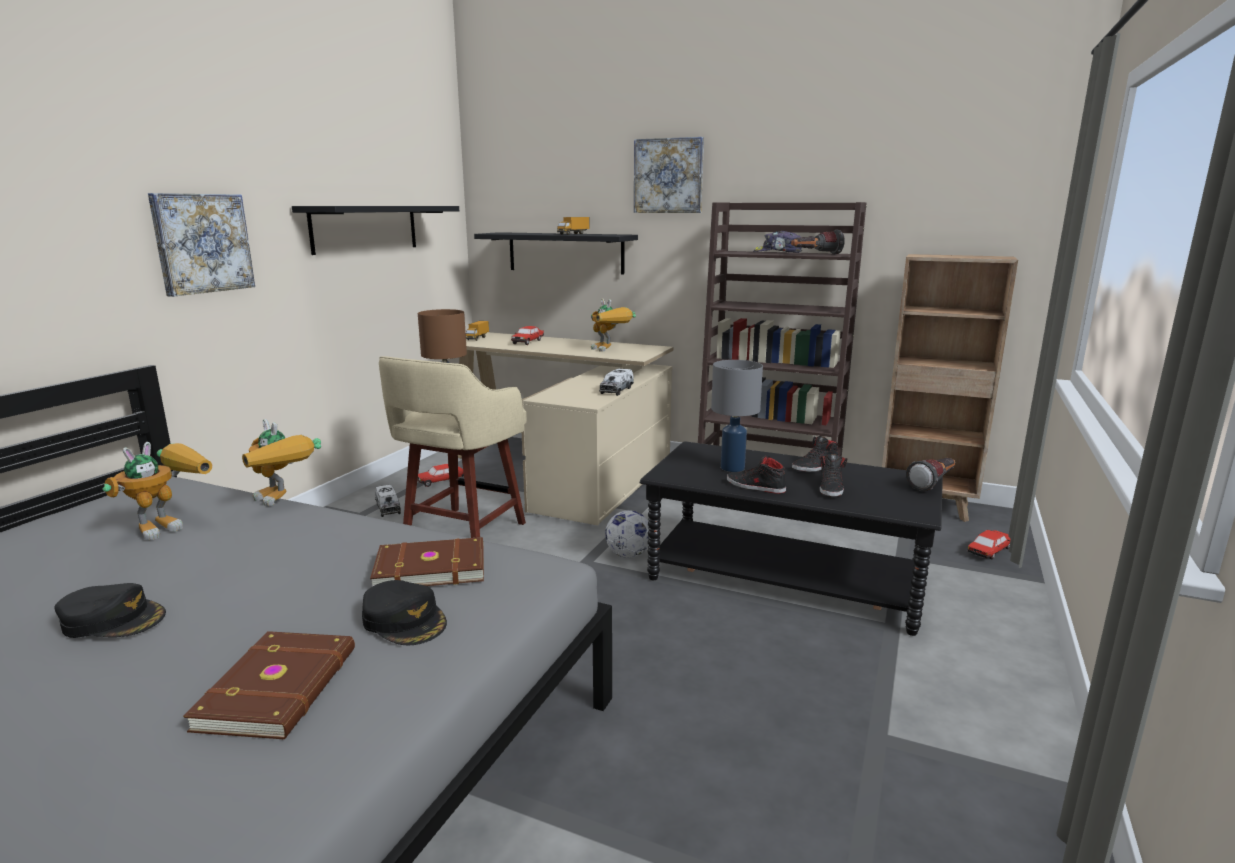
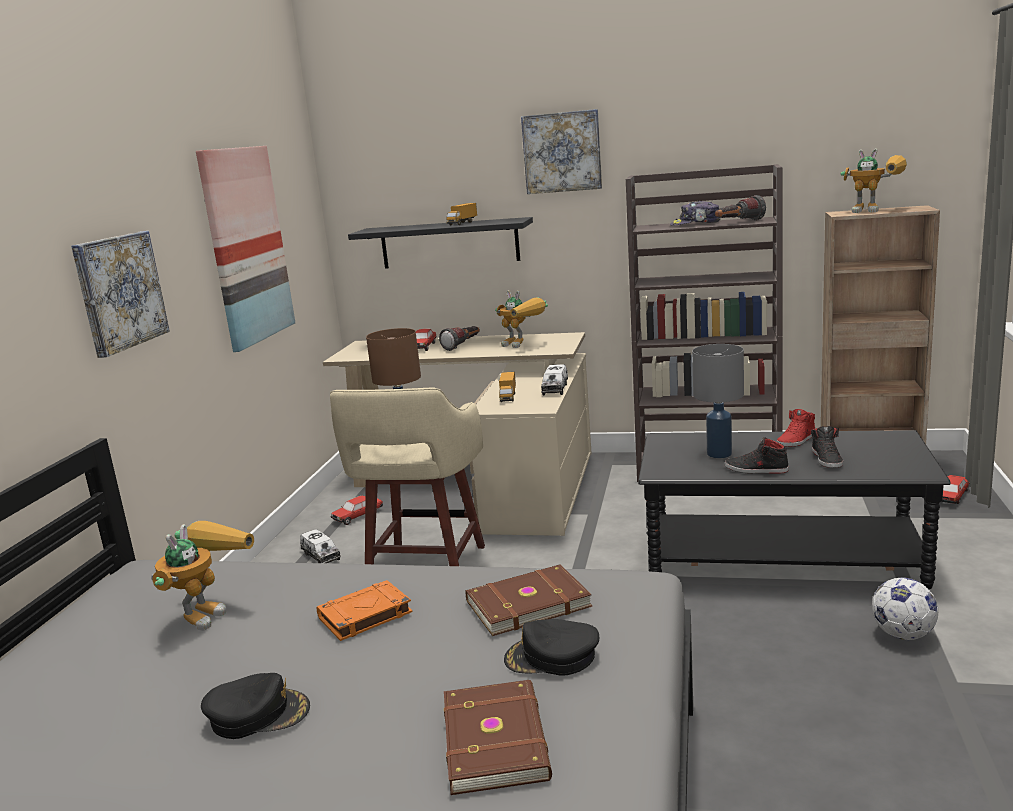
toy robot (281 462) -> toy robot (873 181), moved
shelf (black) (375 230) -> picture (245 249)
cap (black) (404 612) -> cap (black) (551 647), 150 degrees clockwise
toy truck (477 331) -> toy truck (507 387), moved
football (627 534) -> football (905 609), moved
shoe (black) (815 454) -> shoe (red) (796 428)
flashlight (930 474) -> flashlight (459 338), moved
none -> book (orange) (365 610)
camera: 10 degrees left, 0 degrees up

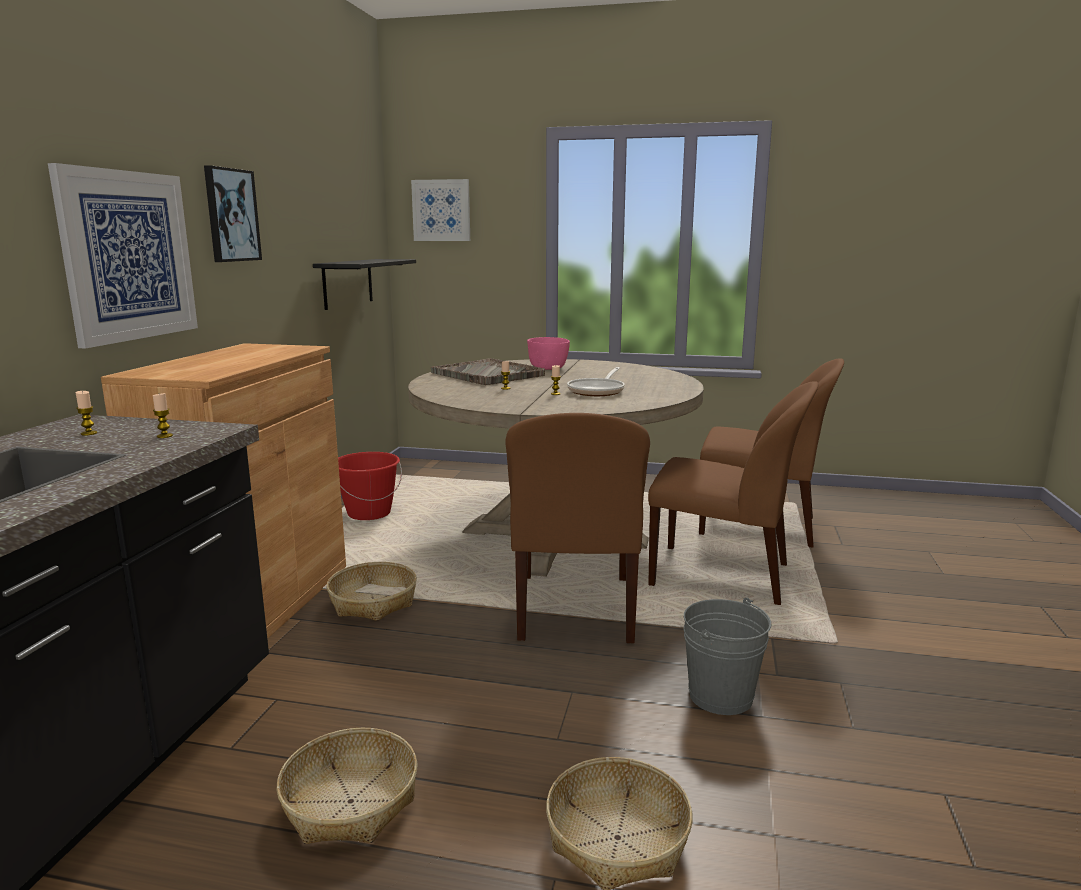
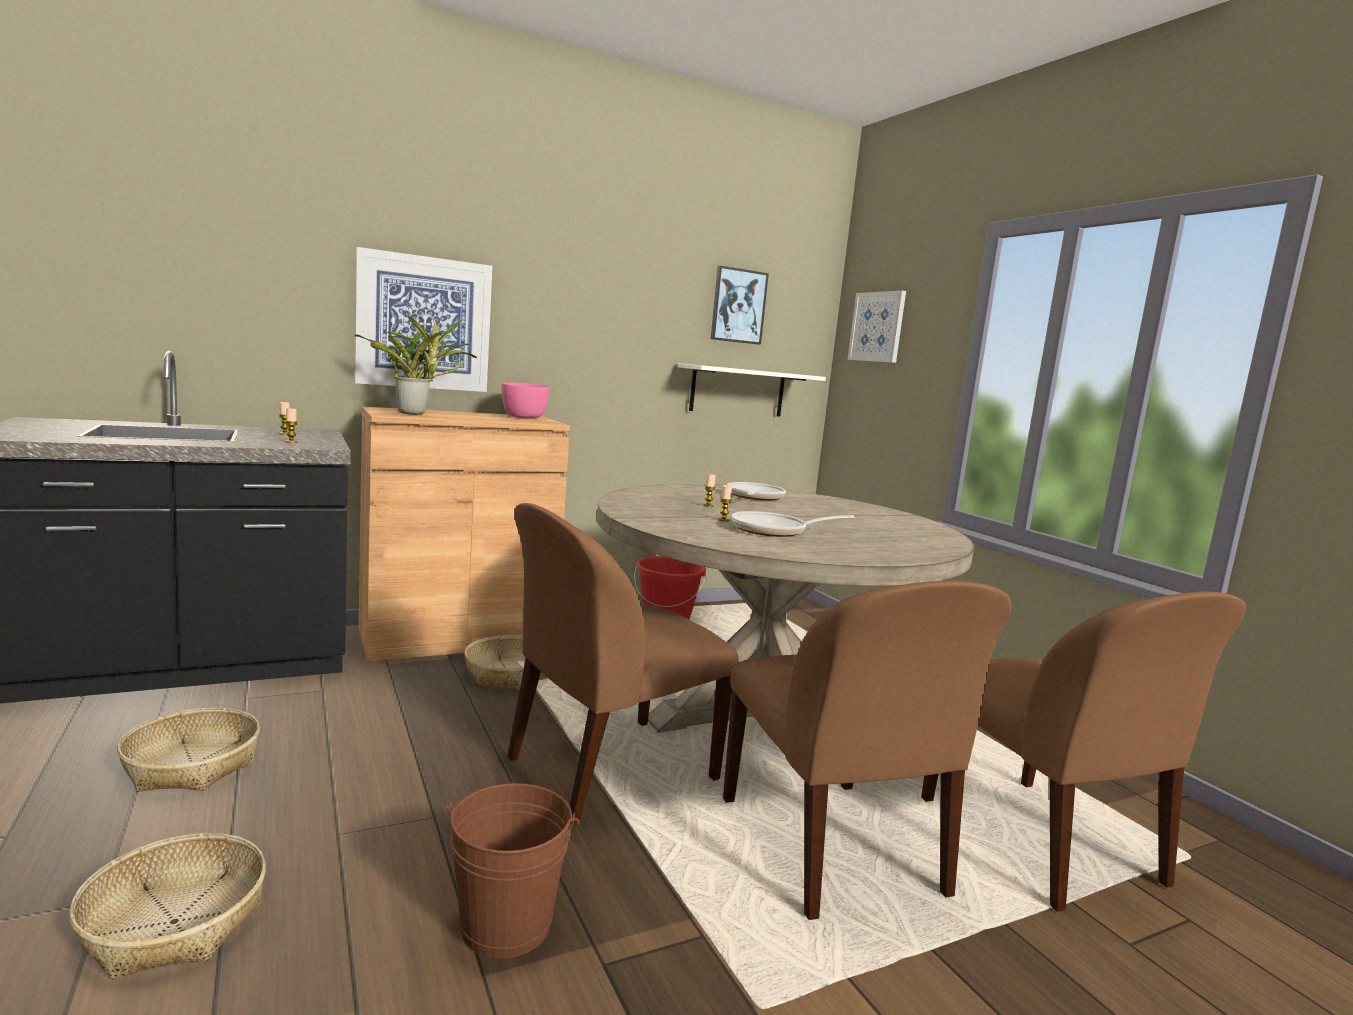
picture (233 213) -> picture (740 305), moved
shelf (black) (364 284) -> shelf (white) (752 390)
tray (grey) (488 371) -> frying pan (756 491)
bowl (pink) (548 353) -> bowl (pink) (525 400), moved
bucket (grey) (727 656) -> bucket (brown) (511 871)
none -> potted plant (416 365)
camera: 50 degrees right, 5 degrees down

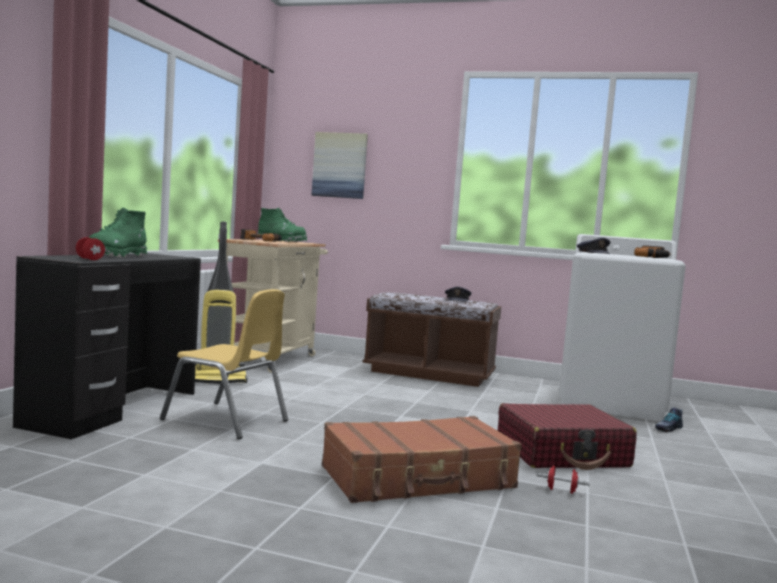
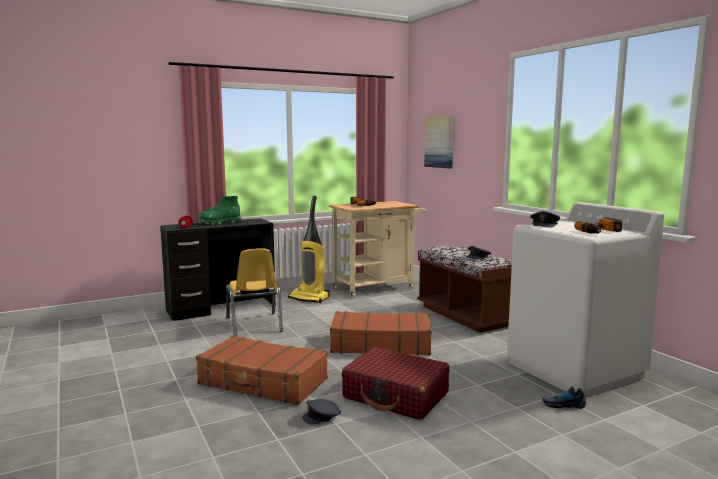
boot (green) (282 225) -> none
dumbbell (red) (563 480) -> cap (grey) (321 411)
none -> suitcase (brown) (381 333)
camera: 45 degrees right, 5 degrees up

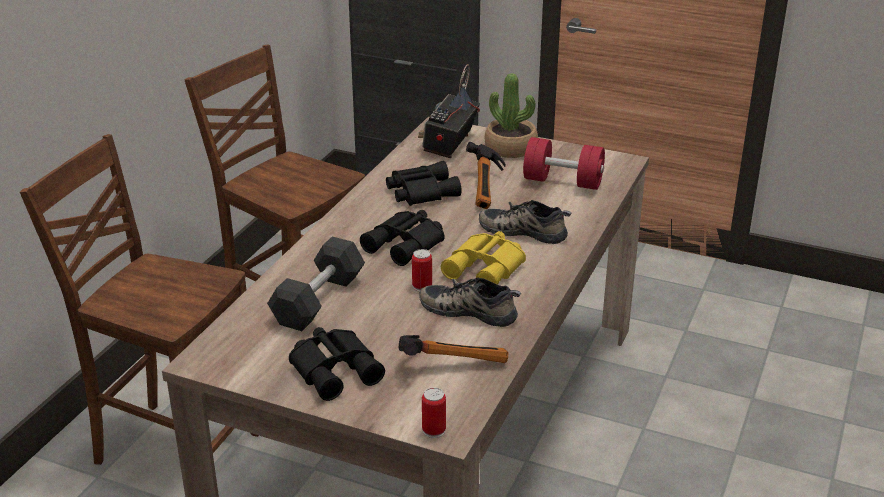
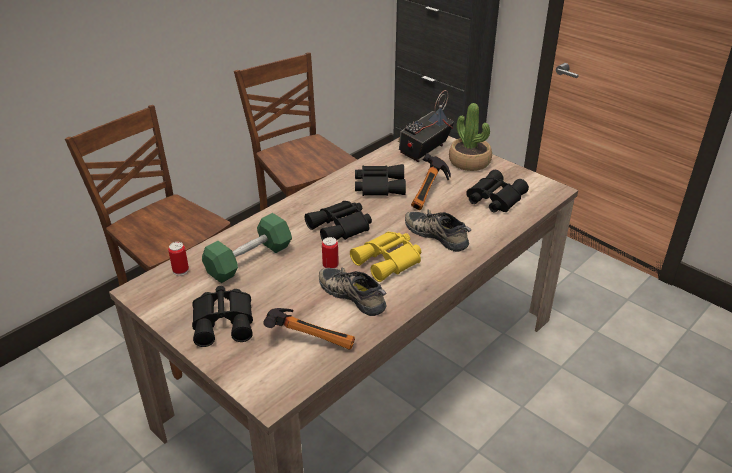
dumbbell (black) (316 284) -> dumbbell (green) (247 248)
can (434 413) -> can (178 259), moved
dumbbell (red) (564 163) -> binoculars (black) (497 191)
camera: 20 degrees right, 5 degrees up

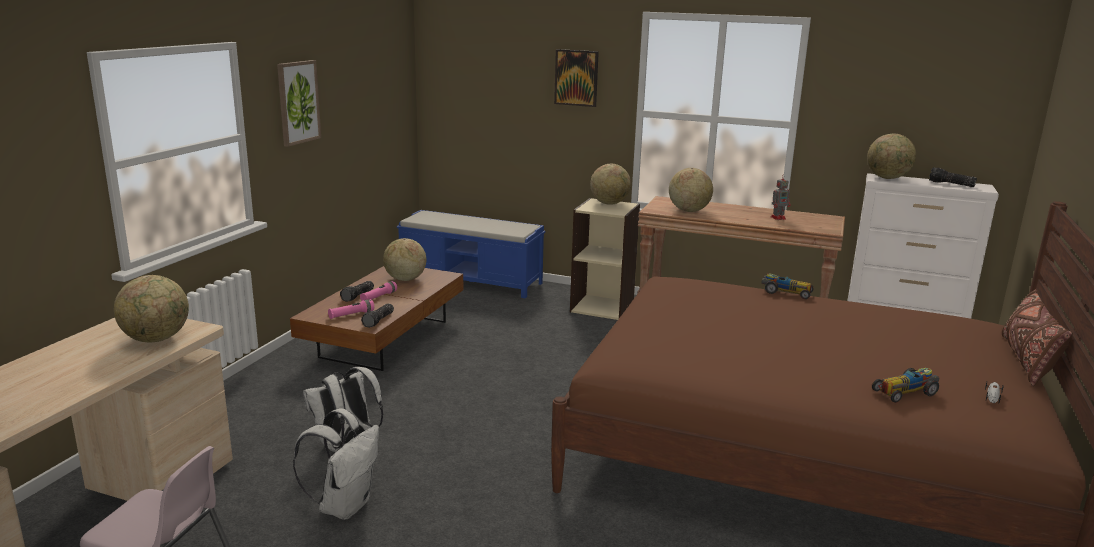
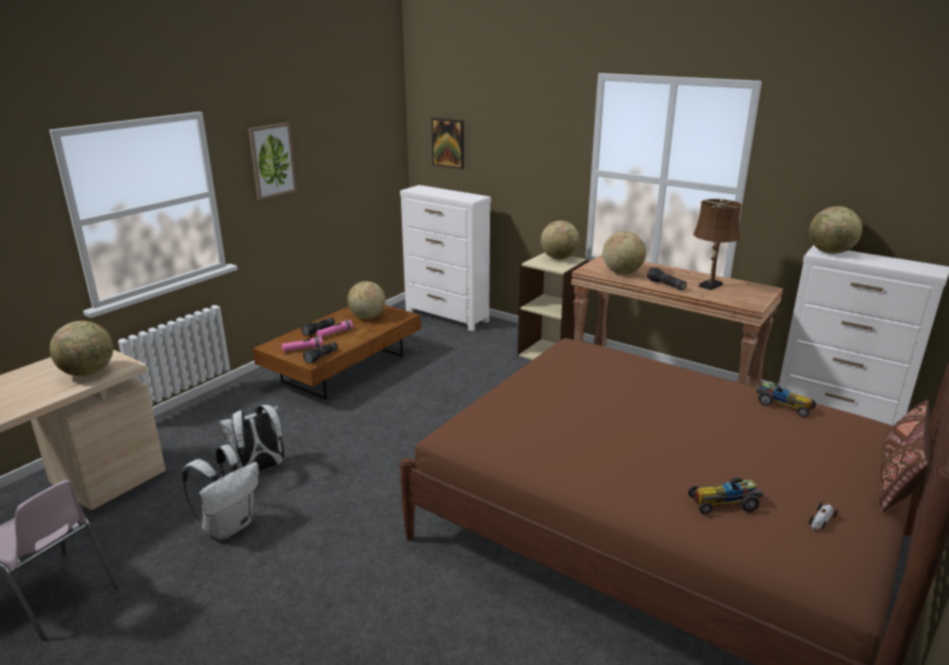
bench (blue) (471 254) -> dresser (white) (445 258)
picture (576 78) -> picture (447 143), moved
toy car (787 286) -> toy car (786 399), moved
toy robot (780 198) -> table lamp (brown) (718 244)
flashlight (953 177) -> flashlight (667 278), moved
camera: 15 degrees right, 5 degrees up

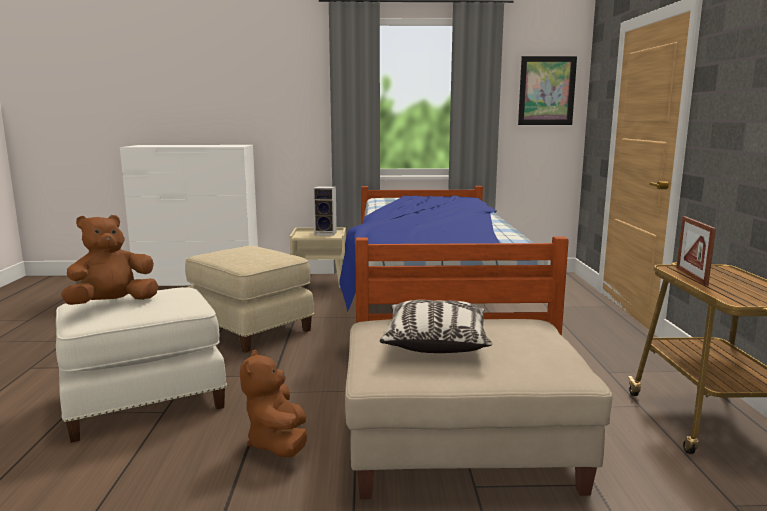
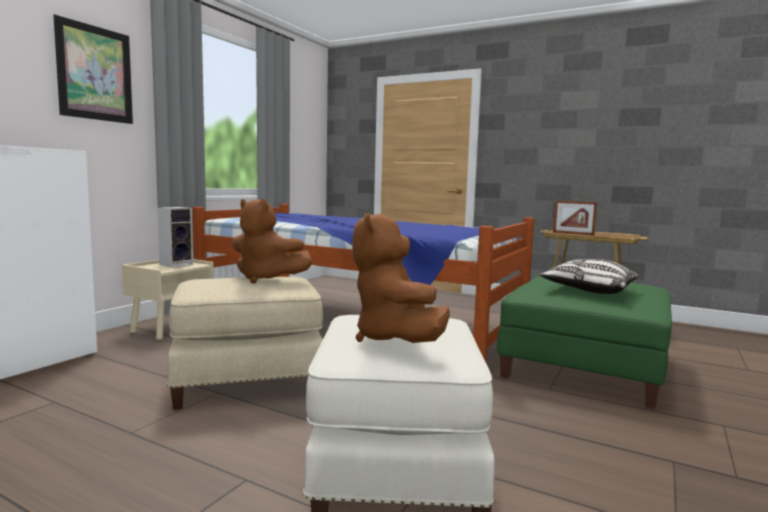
plush toy (brown) (273 403) -> plush toy (brown) (272 241), moved
ottoman (beige) (479 409) -> ottoman (green) (584 342)
picture (547 90) -> picture (93 69), moved
camera: 60 degrees left, 5 degrees down

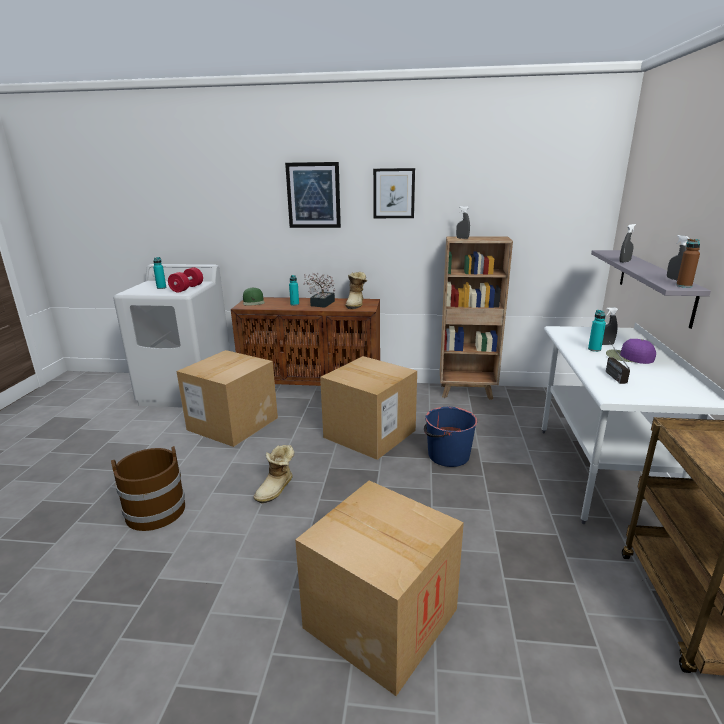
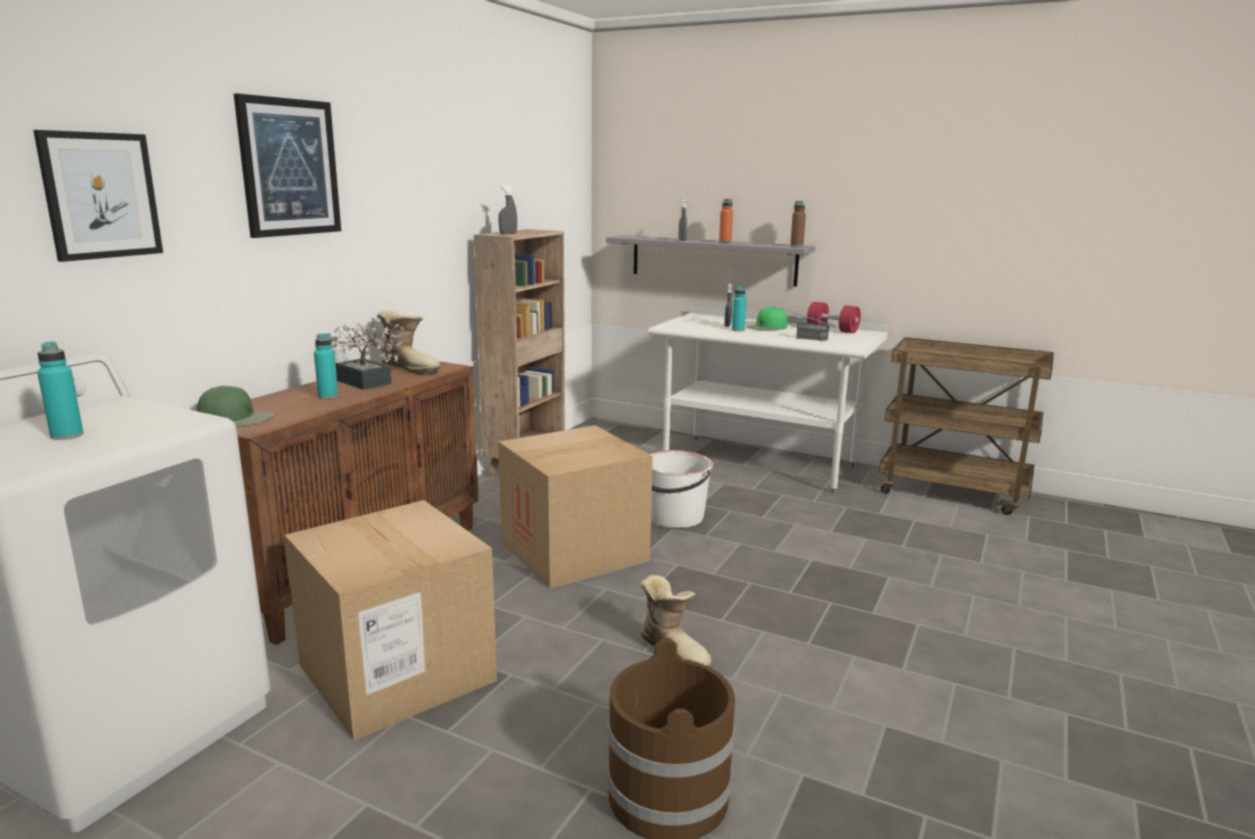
dumbbell (red) (185 280) -> dumbbell (red) (834 317), moved
cardboard box (379 588) -> none
picture (394 193) -> picture (98 196), moved
bucket (blue) (450 437) -> bucket (white) (681 489)
cap (purple) (631 351) -> cap (green) (766 318)
spray bottle (grey) (678 257) -> none
none -> bottle (orange) (726 221)
camera: 70 degrees left, 5 degrees down

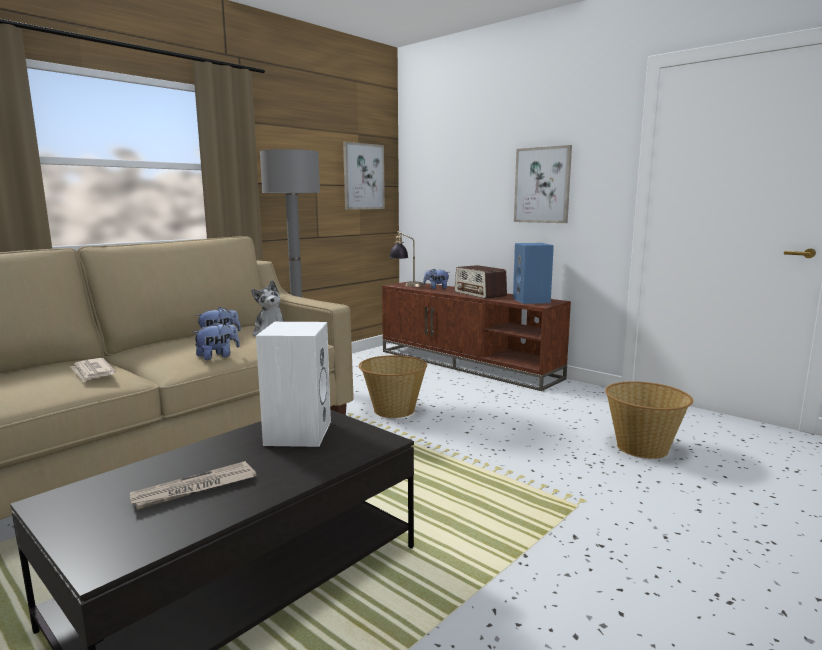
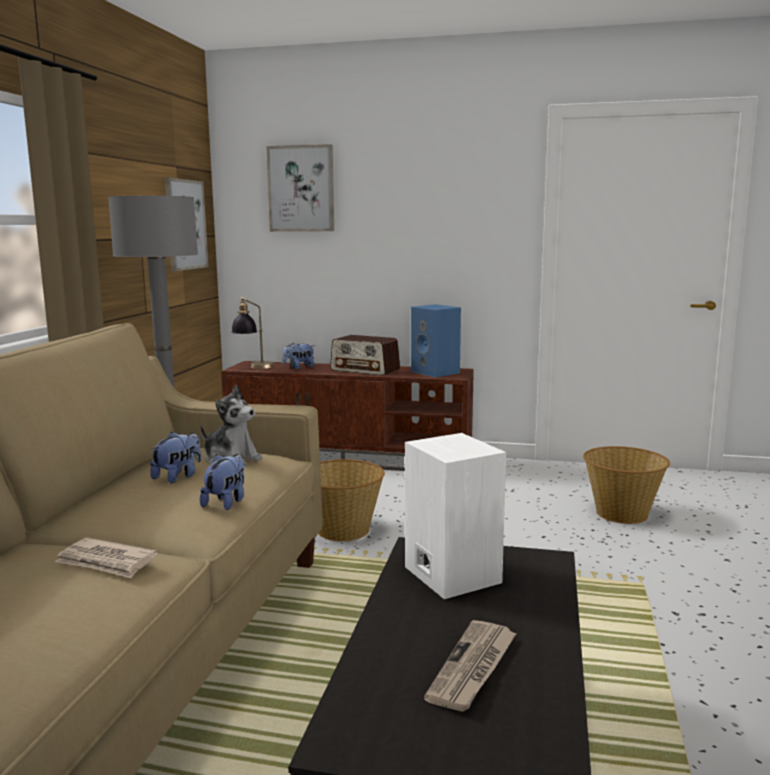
picture (543 184) -> picture (300 188), moved
camera: 30 degrees left, 0 degrees up

